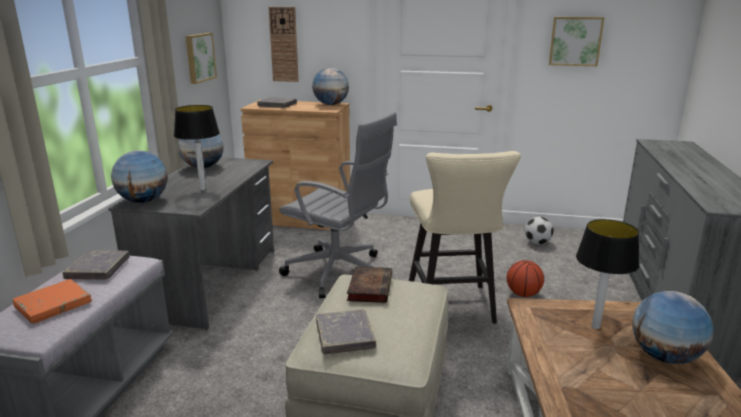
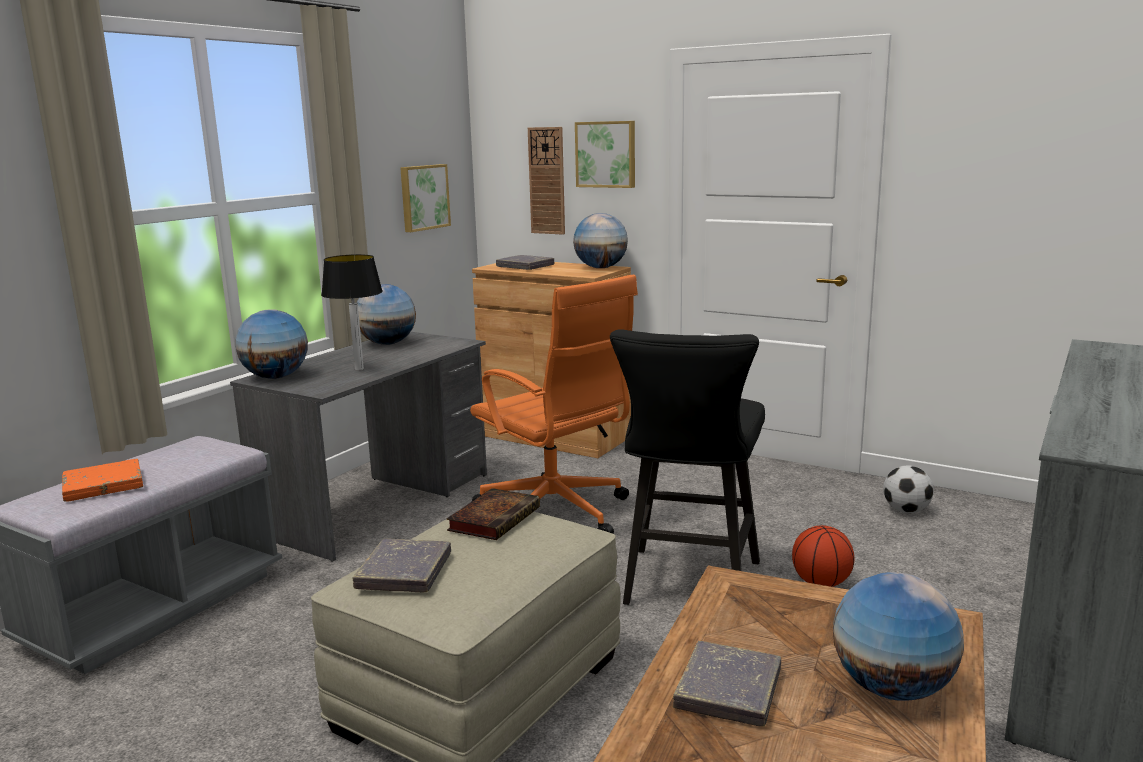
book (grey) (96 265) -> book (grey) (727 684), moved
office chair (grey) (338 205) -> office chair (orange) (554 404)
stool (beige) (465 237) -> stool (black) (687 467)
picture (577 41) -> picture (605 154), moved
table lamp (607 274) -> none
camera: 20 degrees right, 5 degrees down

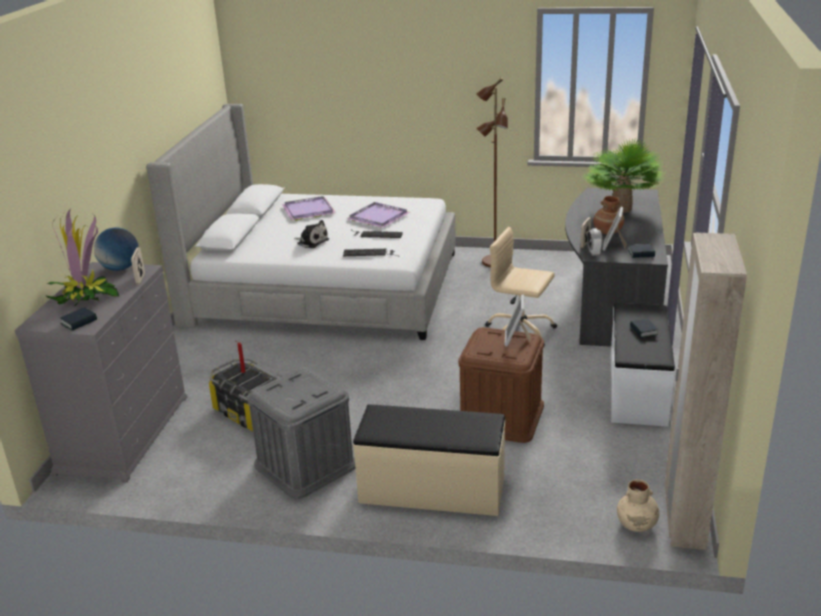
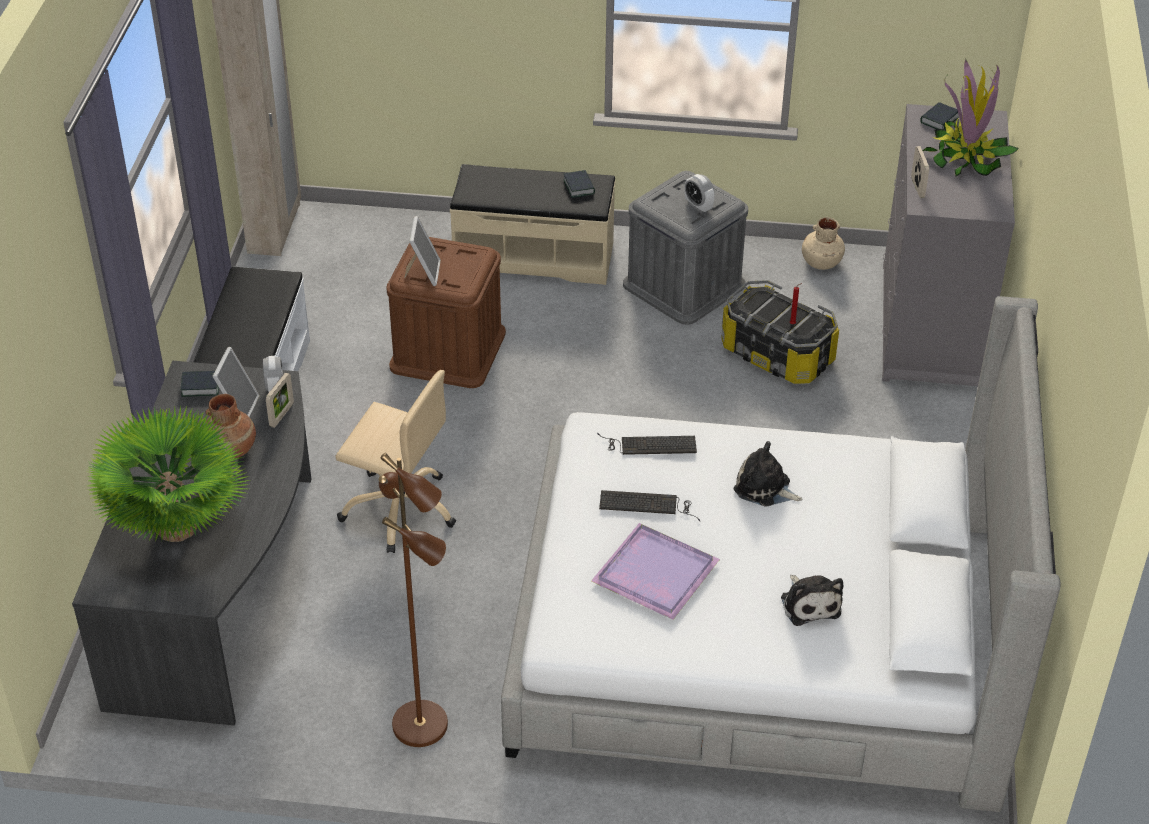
globe (116 249) -> none
tray (purple) (309 208) -> plush toy (812 600)
vase (beige) (638 505) -> vase (beige) (823 243), moved
book (644 328) -> book (579 184), moved
none -> alarm clock (700 193)
camera: 175 degrees right, 15 degrees up

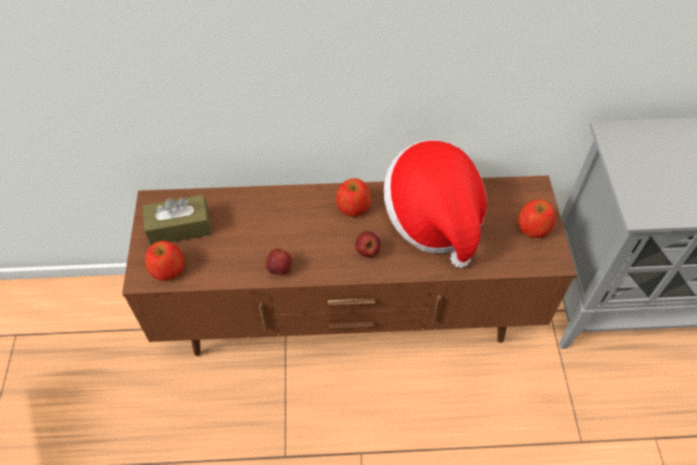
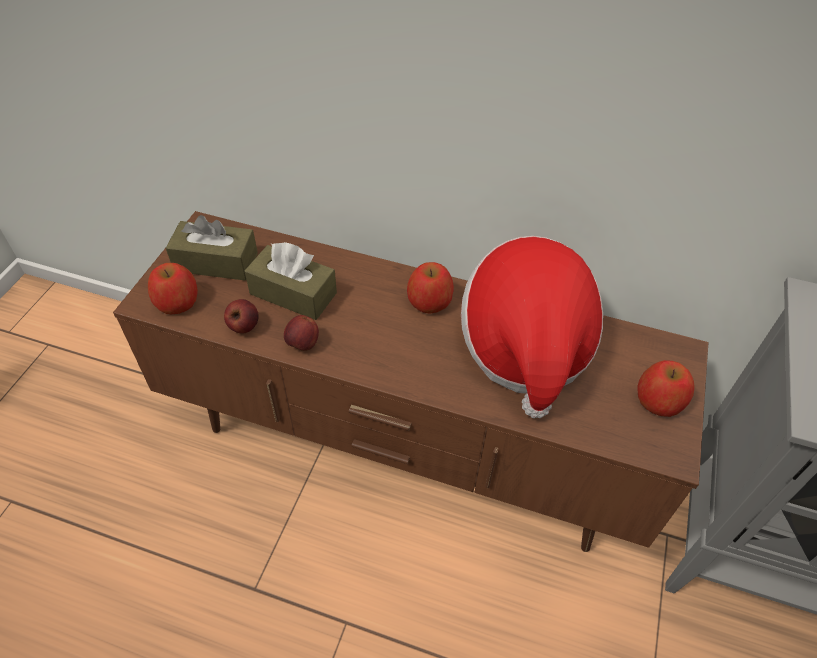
apple (368 244) -> apple (241 316), moved
none -> tissue box (brown) (290 281)
camera: 20 degrees right, 5 degrees down

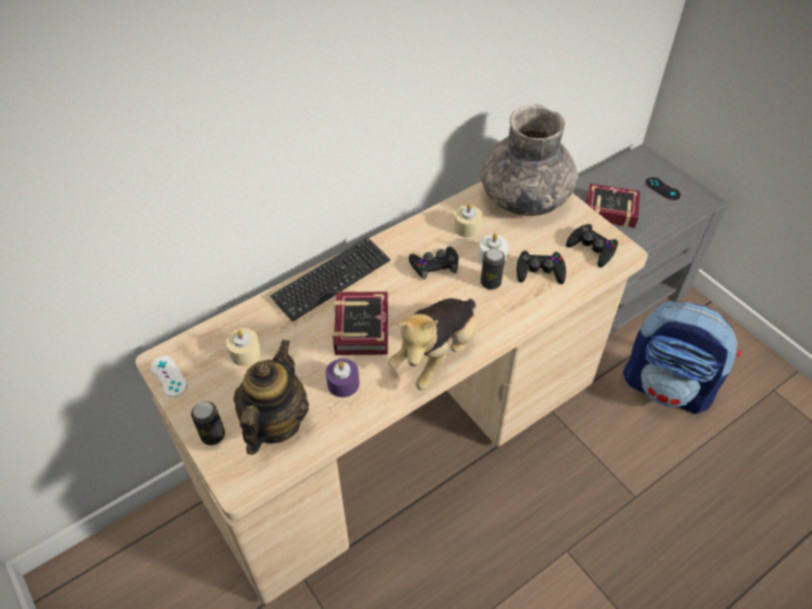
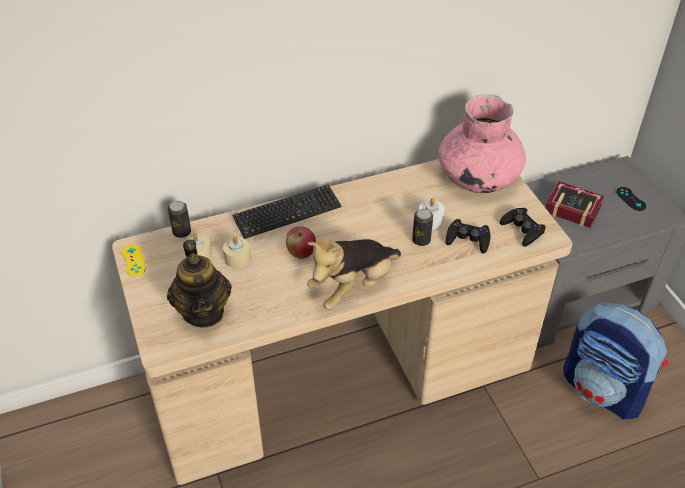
game controller (white) (169 376) -> game controller (yellow) (134 260)
can (208 423) -> can (179 219), moved
teapot (271 397) -> teapot (199 283), 135 degrees clockwise
candle (purple) (342 377) -> none
book (360 323) -> apple (301 243)
game controller (black) (433 263) -> none
candle (beige) (468 220) -> candle (beige) (237 252), moved
vase (grey) (529 160) -> vase (pink) (482 143)
camera: 15 degrees right, 5 degrees down

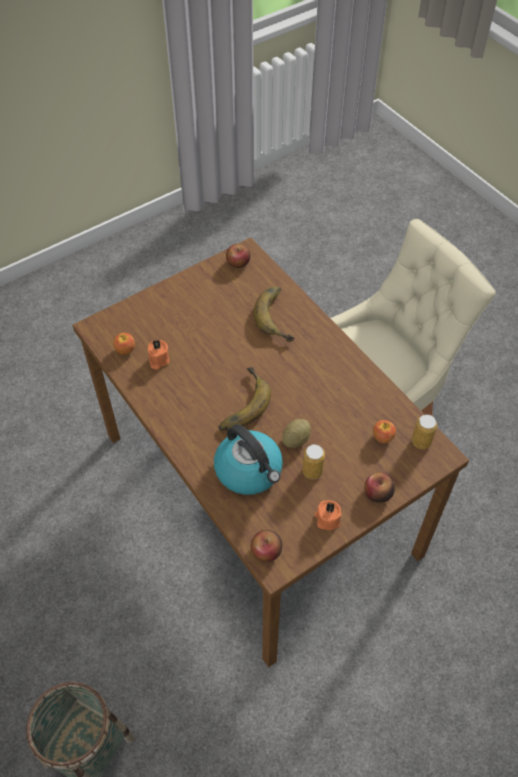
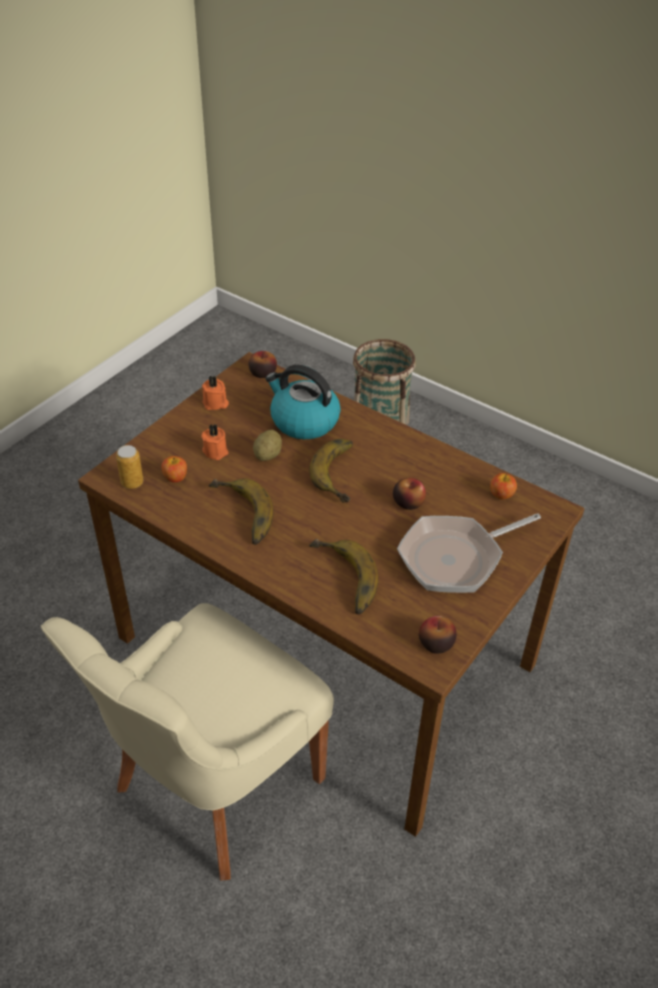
candle (orange) (158 354) -> candle (orange) (214 442), moved
can (313 461) -> none
apple (379 487) -> apple (409 494), moved
none -> banana (241 511)
none -> frying pan (469 553)
camera: 160 degrees right, 10 degrees down

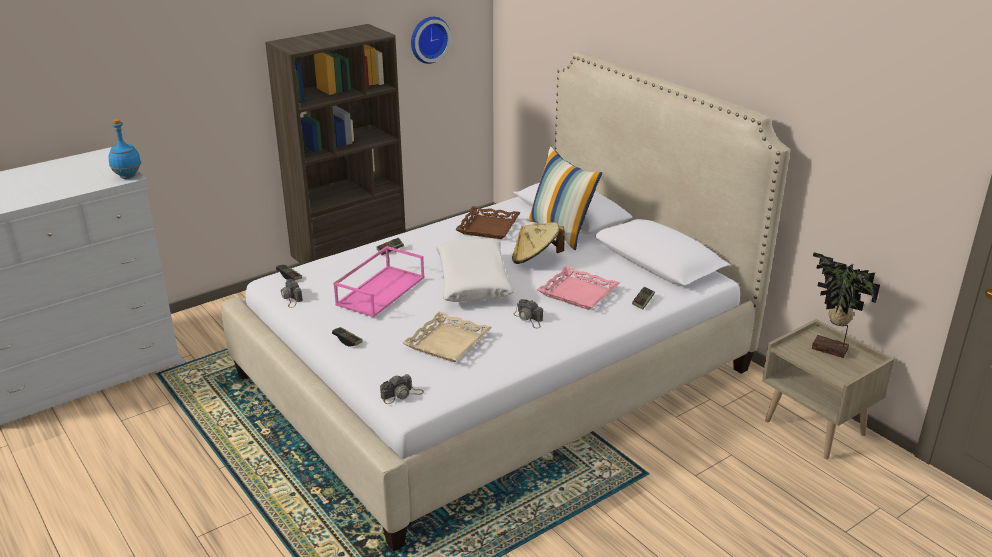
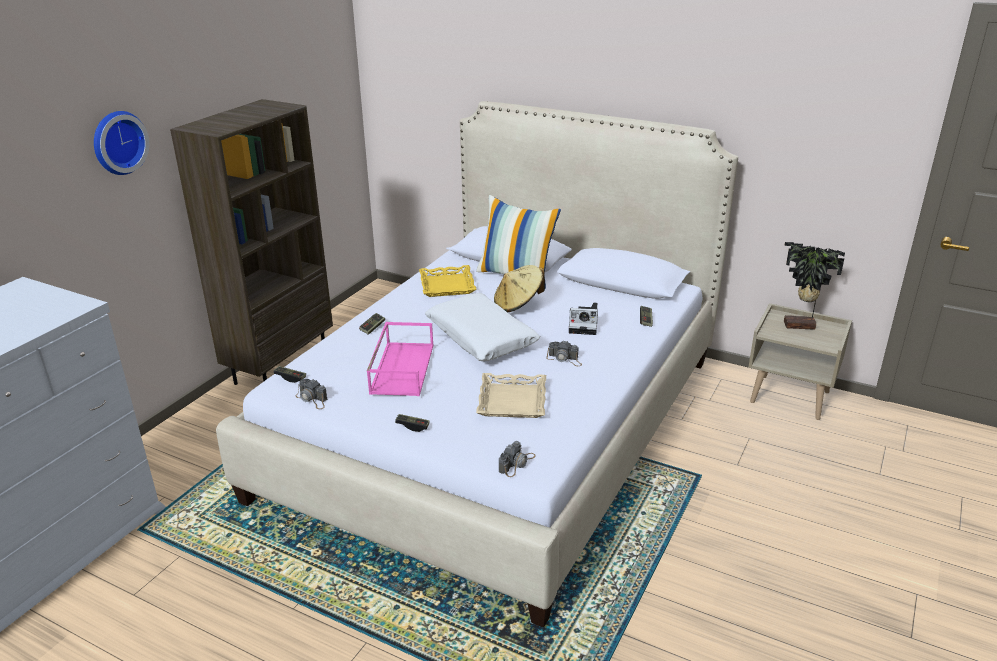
bottle (blue) (125 149) -> none
wall clock (431 40) -> wall clock (121 143), moved
tray (brown) (488 222) -> tray (yellow) (448 281)
tray (pink) (578 288) -> photo camera (583 319)
camera: 25 degrees left, 0 degrees up

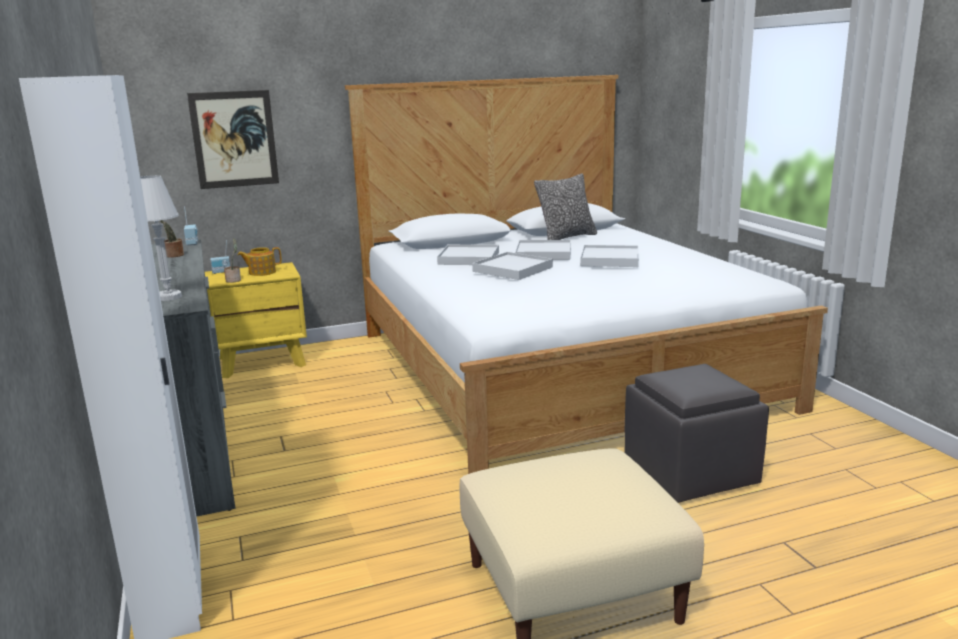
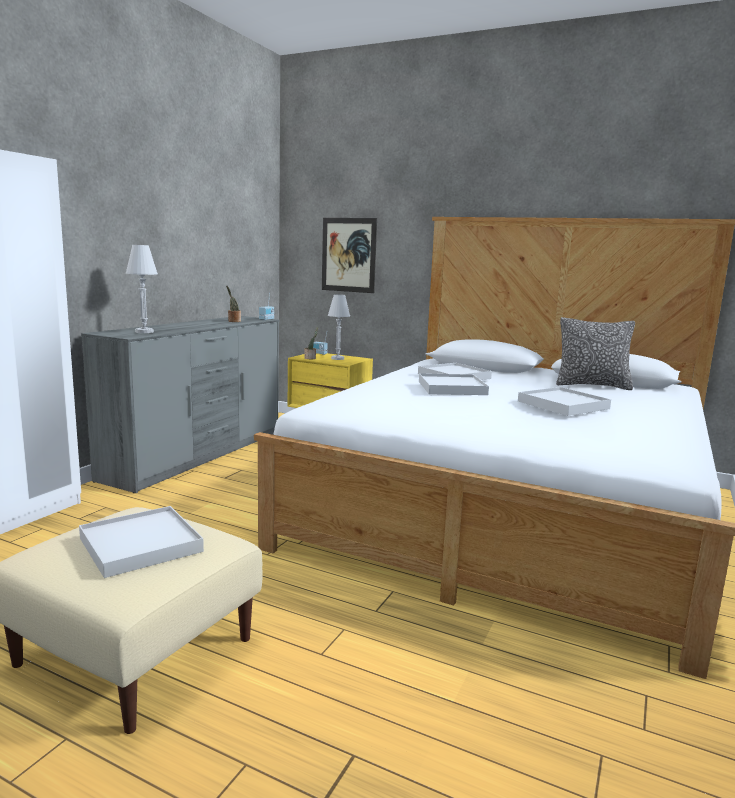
teapot (260 261) -> table lamp (white) (339 327)
tray (white) (543 250) -> tray (white) (141 542), moved
ottoman (grey) (696 433) -> none
camera: 45 degrees right, 5 degrees down

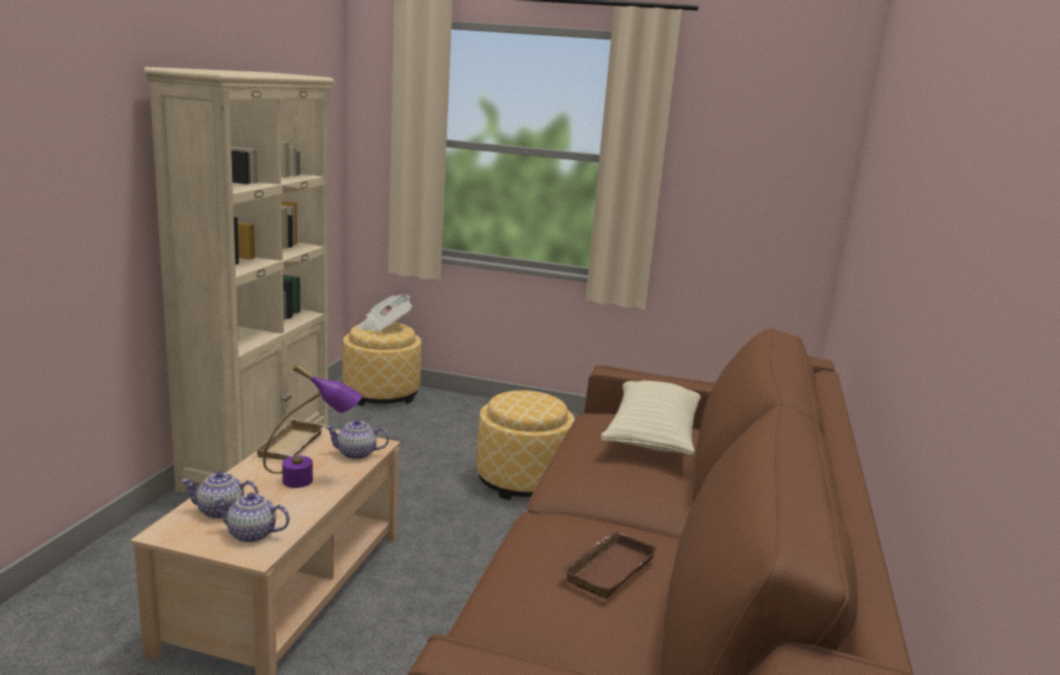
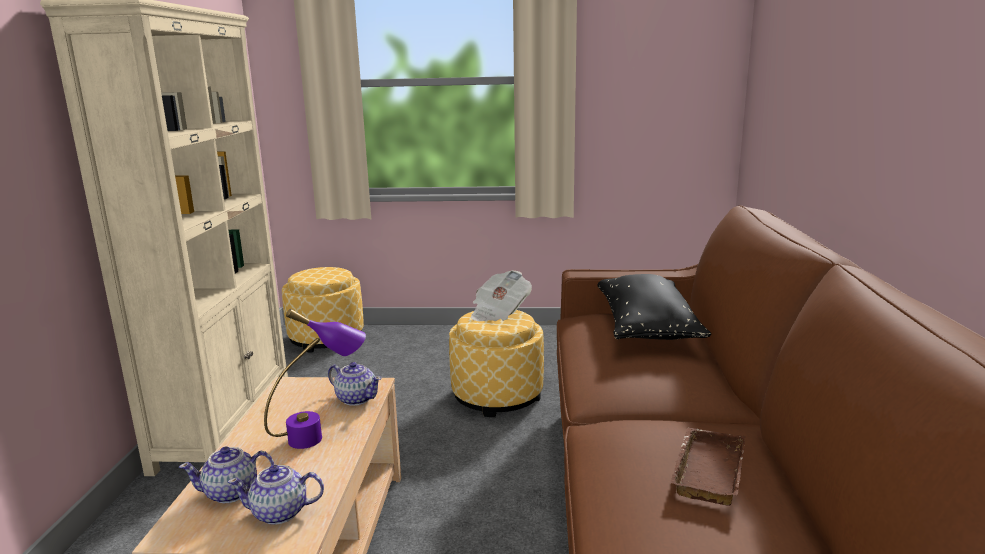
tray (beige) (290 439) -> none
teapot (357 439) -> teapot (355 384), 135 degrees counterclockwise
newspaper (384 312) -> newspaper (501 295), moved
pillow (beige) (651 418) -> pillow (black) (654 307)
camera: 10 degrees left, 0 degrees up

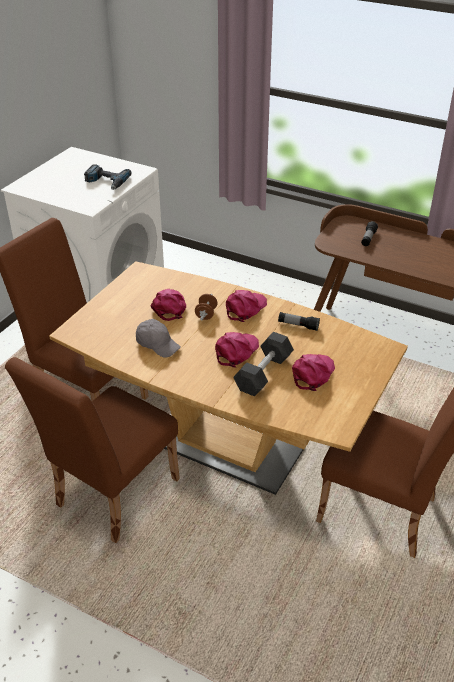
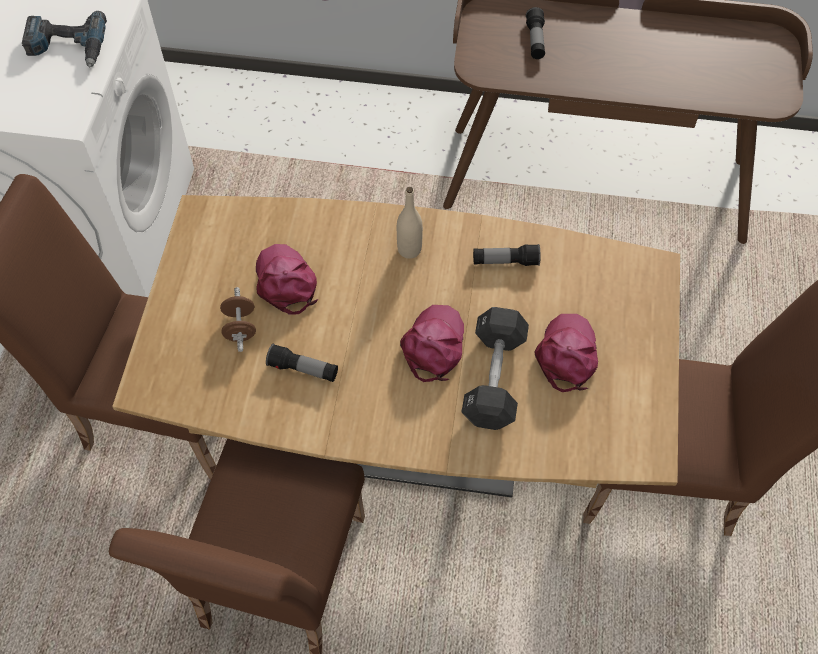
cap (grey) (158 338) -> flashlight (302 363)
dumbbell (brown) (206 307) -> dumbbell (brown) (238 319), moved
cap (pink) (246 306) -> bottle (beige) (410 223)
camera: 20 degrees left, 20 degrees up

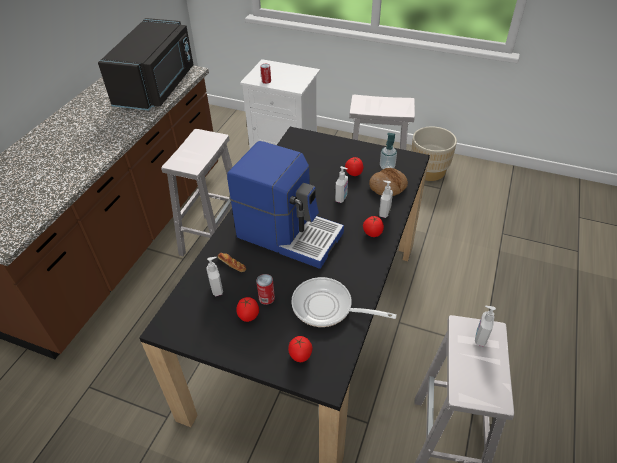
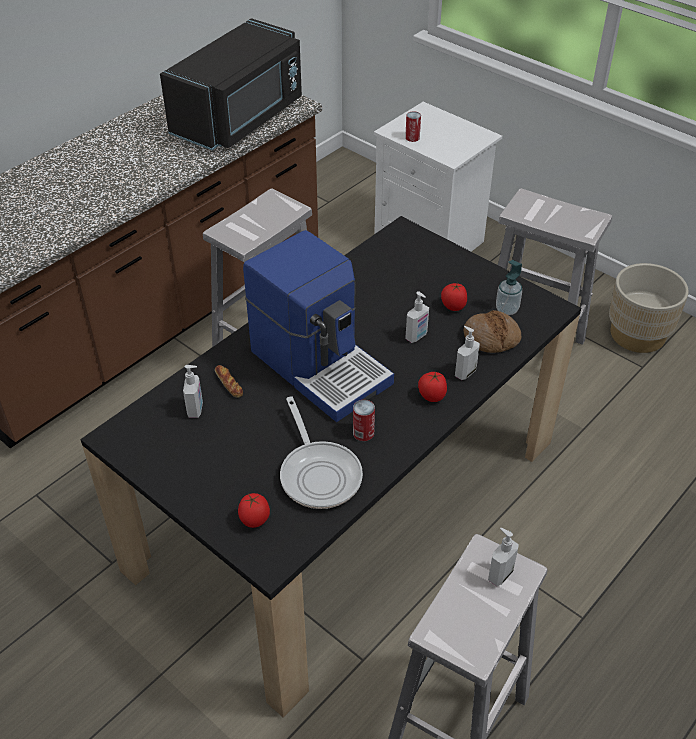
tomato (247 309) -> none
can (265 289) -> can (364 420), moved
frying pan (344 302) -> frying pan (321 452), 150 degrees counterclockwise
camera: 20 degrees right, 0 degrees up

